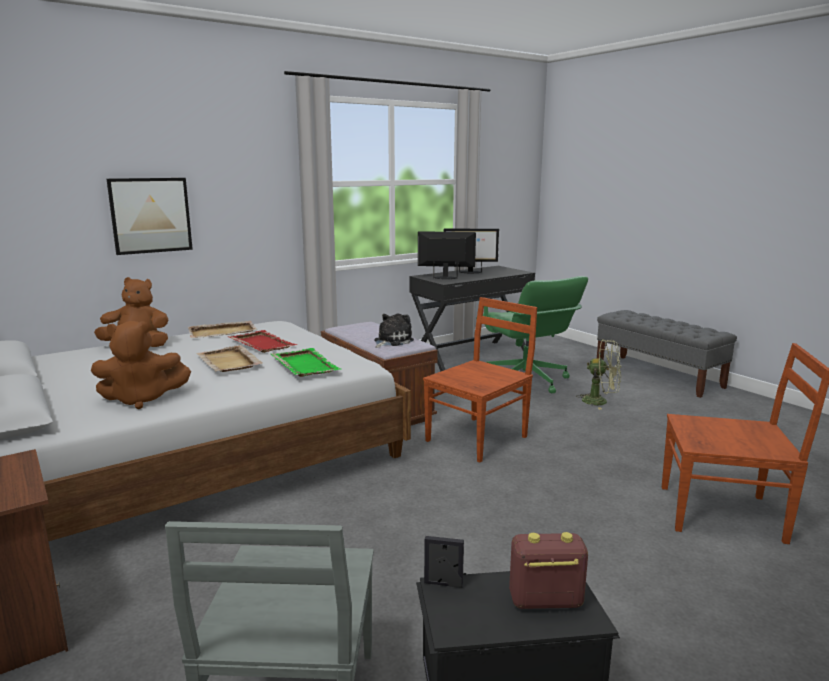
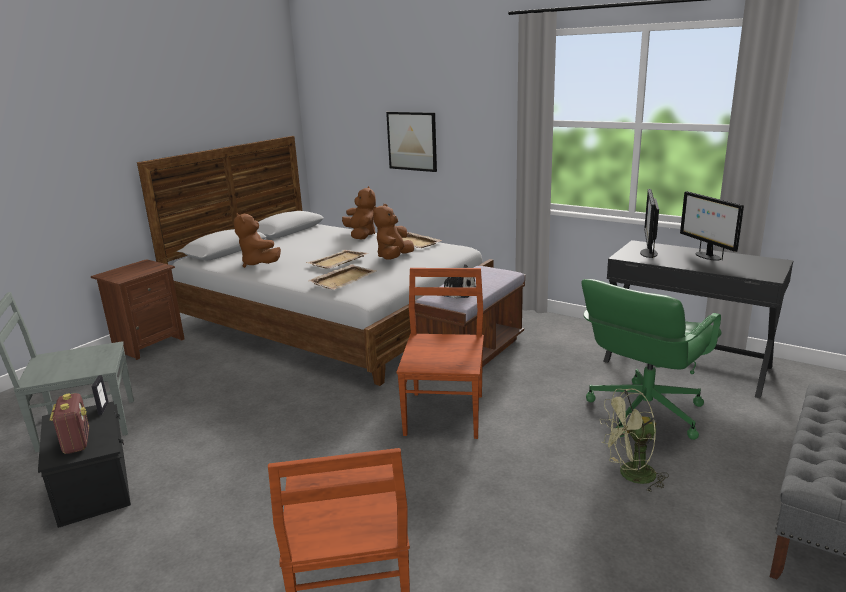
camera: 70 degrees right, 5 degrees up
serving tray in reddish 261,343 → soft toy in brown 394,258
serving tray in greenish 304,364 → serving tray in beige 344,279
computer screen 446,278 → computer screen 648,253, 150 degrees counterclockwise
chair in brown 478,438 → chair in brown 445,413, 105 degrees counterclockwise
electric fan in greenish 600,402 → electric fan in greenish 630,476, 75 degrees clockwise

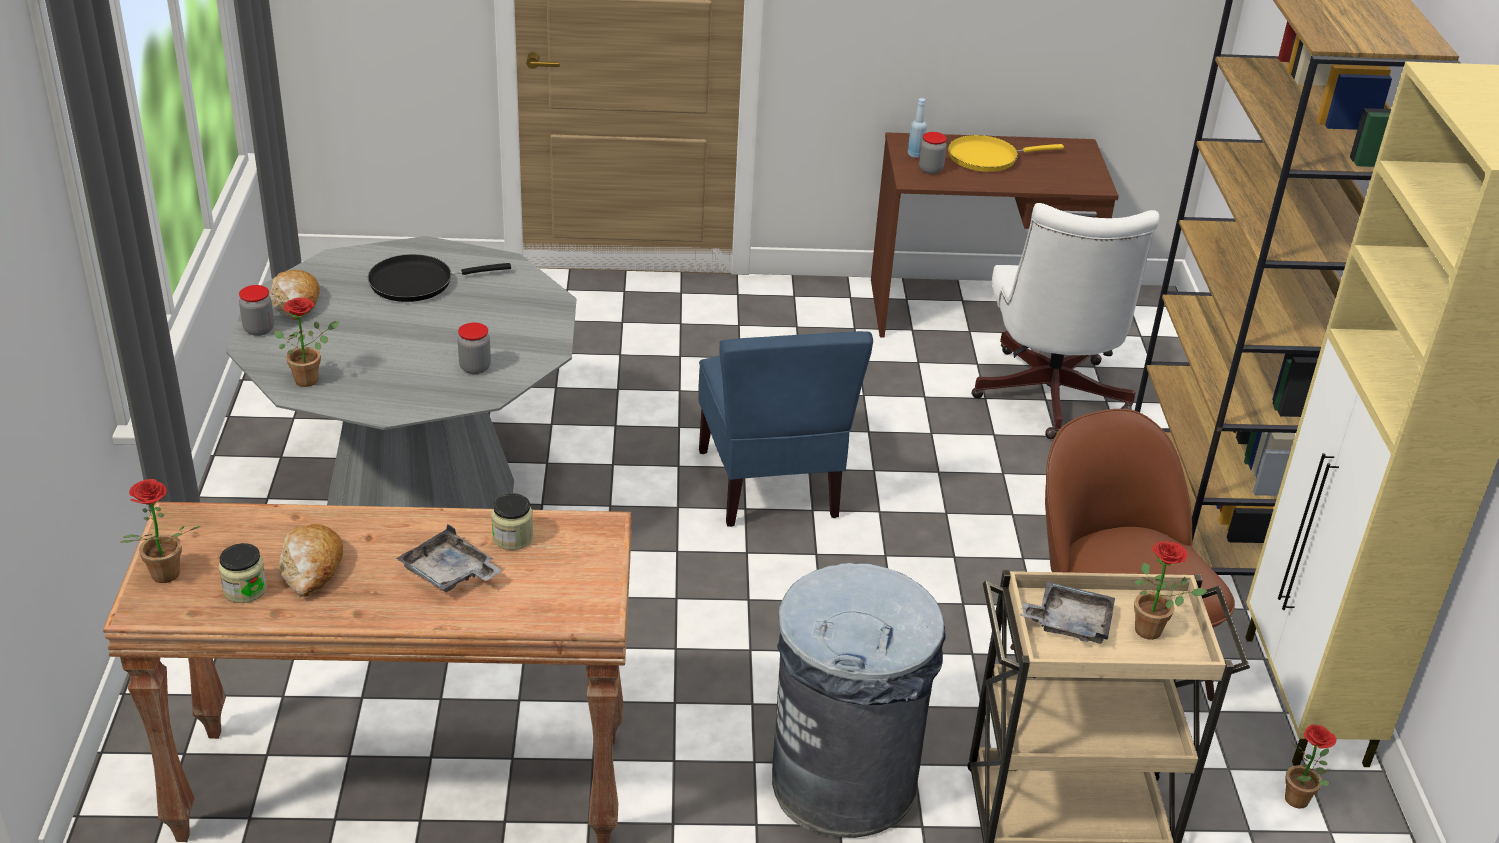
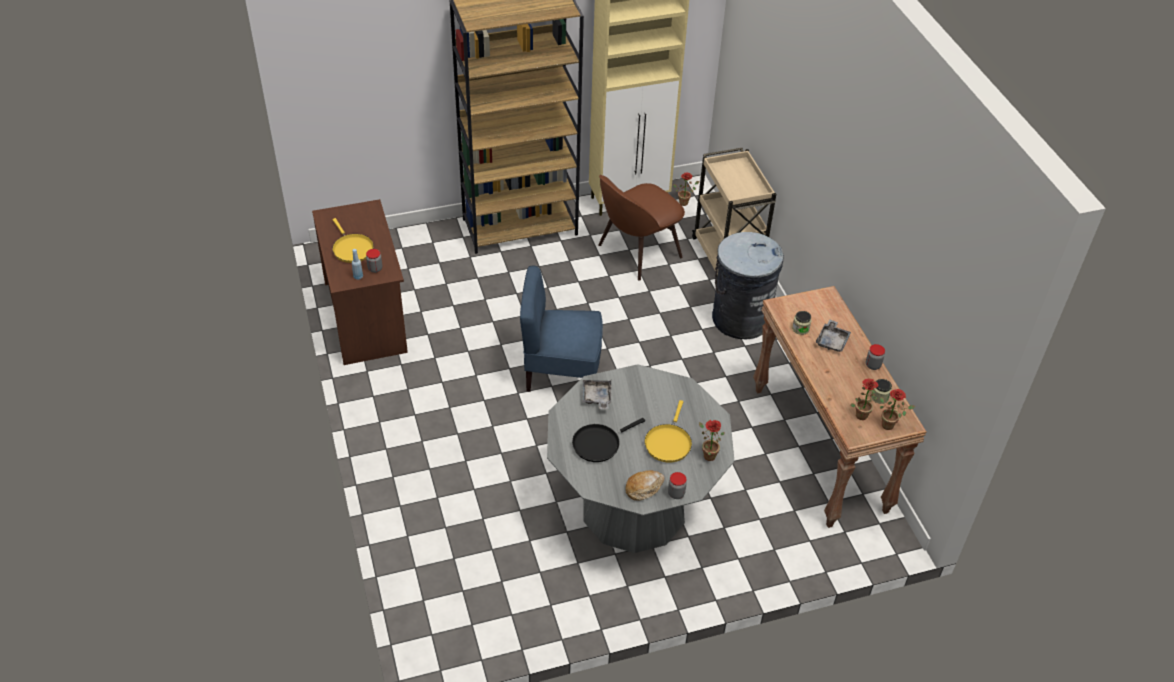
camera: 105 degrees left, 10 degrees up
bread 311,569 → -
computer chair in white 1049,400 → -
- → skillet in yellowish 668,442
preserve jar 475,367 → preserve jar 873,365, move
serving tray in greyish 1069,622 → serving tray in greyish 596,397, move
plant in a pot 1154,631 → plant in a pot 860,413, move
skillet in blackish 417,283 → skillet in blackish 599,443, 90 degrees clockwise
chair in blue 771,484 → chair in blue 561,373, 150 degrees counterclockwise

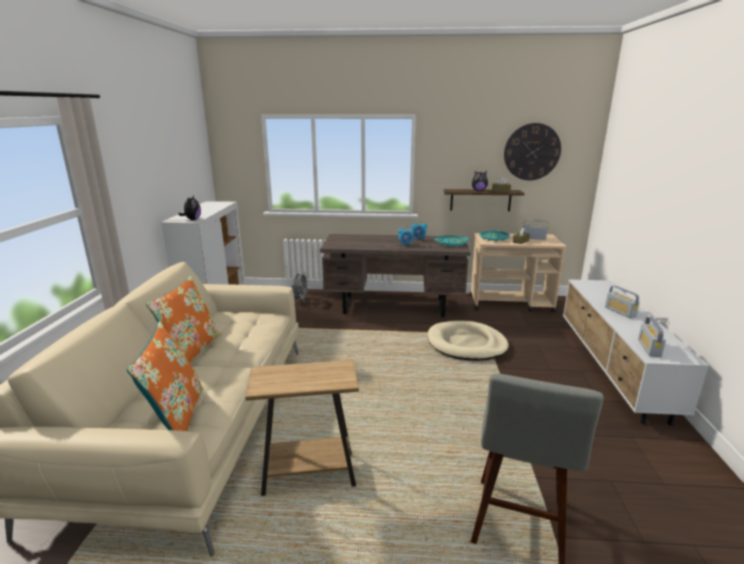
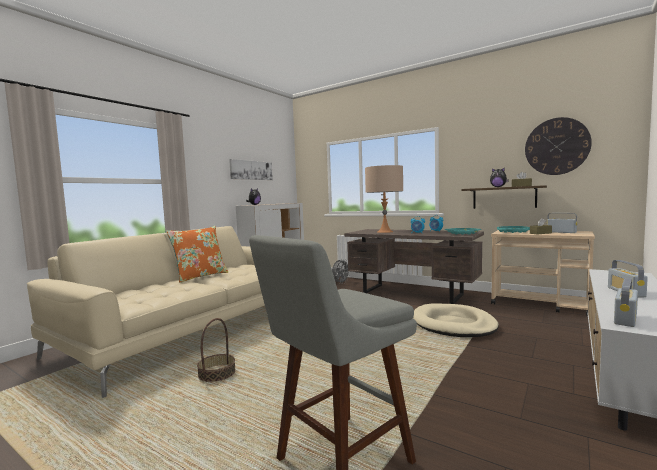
camera: 30 degrees right, 15 degrees down
pillow in orange 176,416 → -
- → wall picture 251,170
- → tabletop lamp in beige 385,232
side table in brown 308,474 → storage basket 217,373

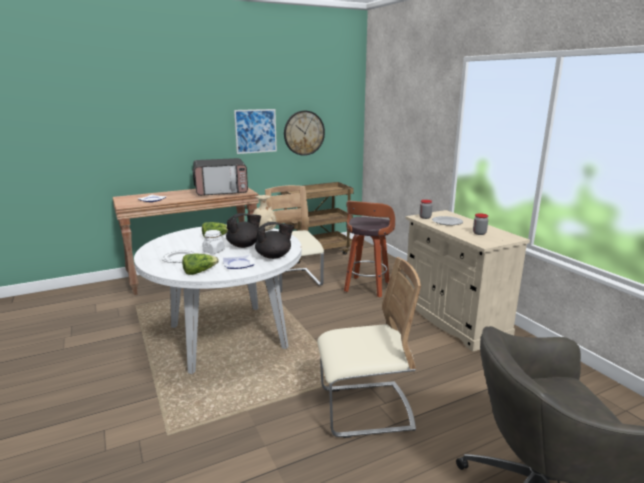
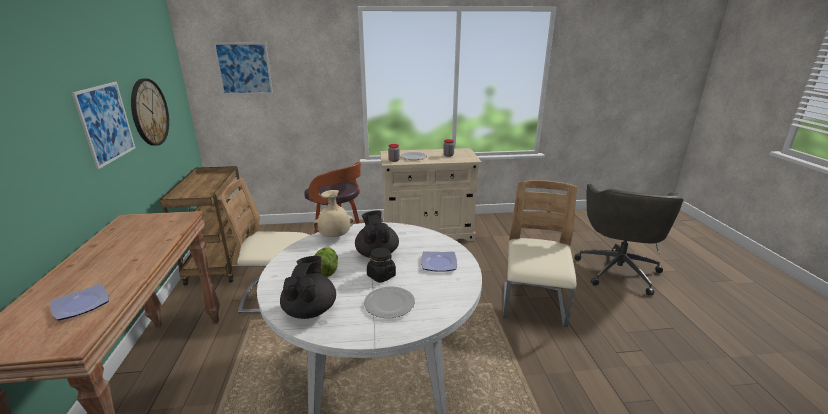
camera: 70 degrees left, 5 degrees up
lettuce 199,272 → -
kitchen microwave 221,191 → -
- → wall picture 244,68
tea pot in blackish 274,256 → tea pot in blackish 310,310, move
preserve jar in white 214,251 → preserve jar in blackish 381,276

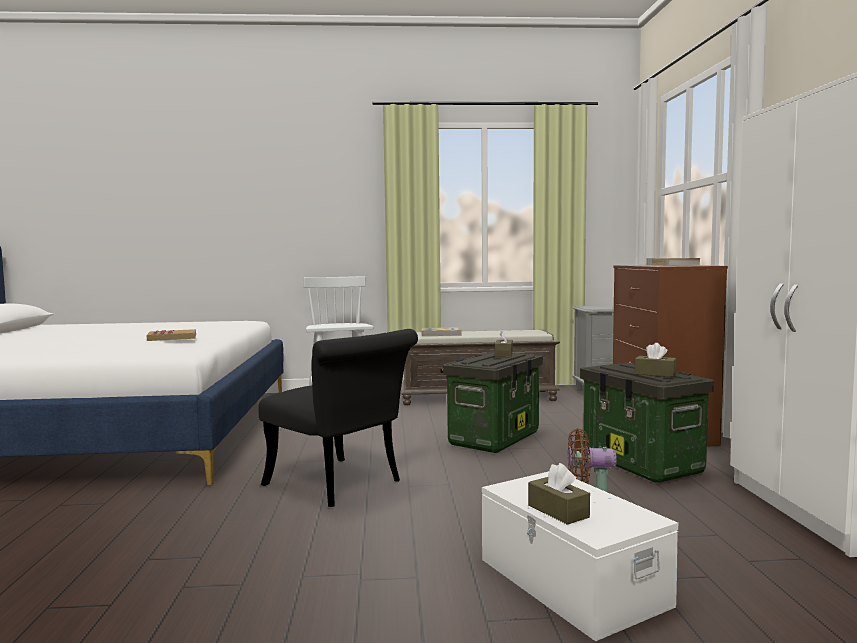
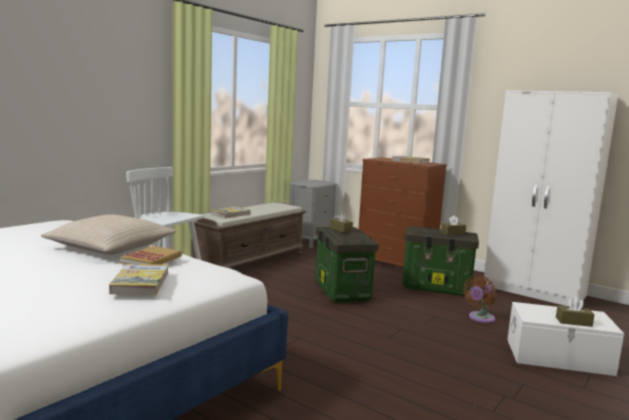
camera: 50 degrees left, 5 degrees up
chair in blackish 341,485 → -
- → pillow in beige 111,247
- → bound book 140,282

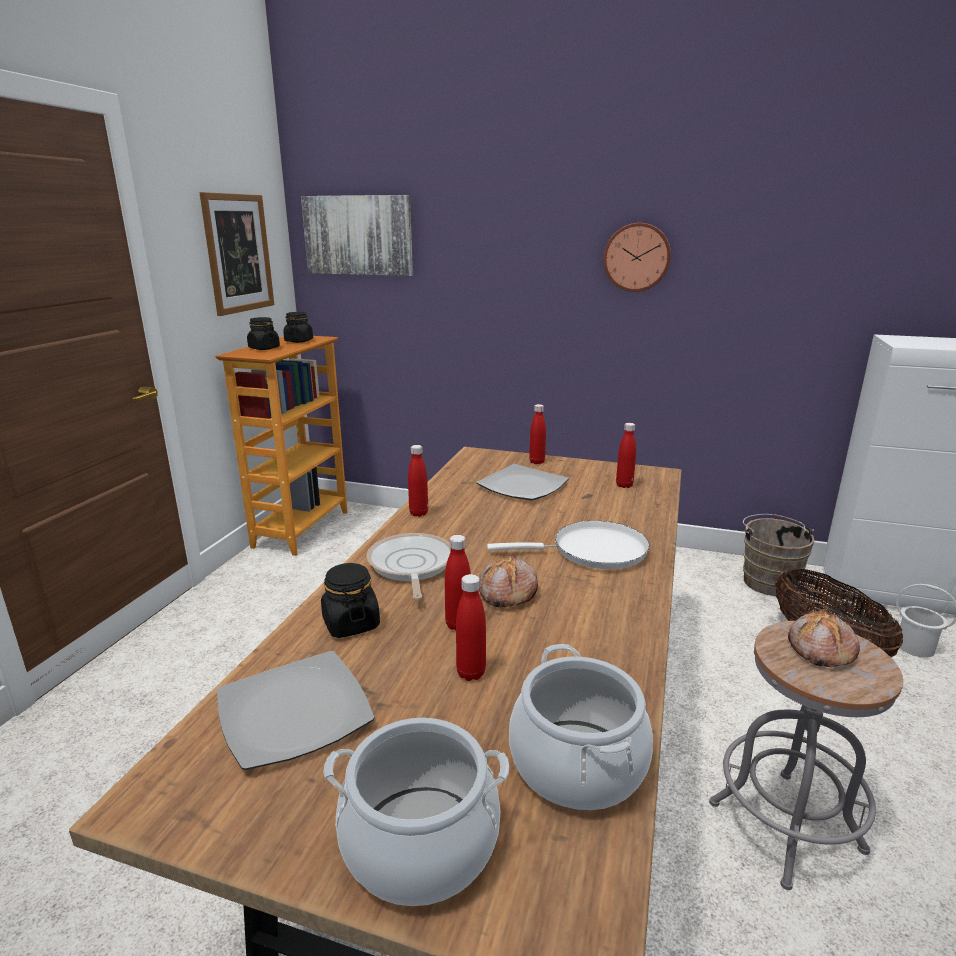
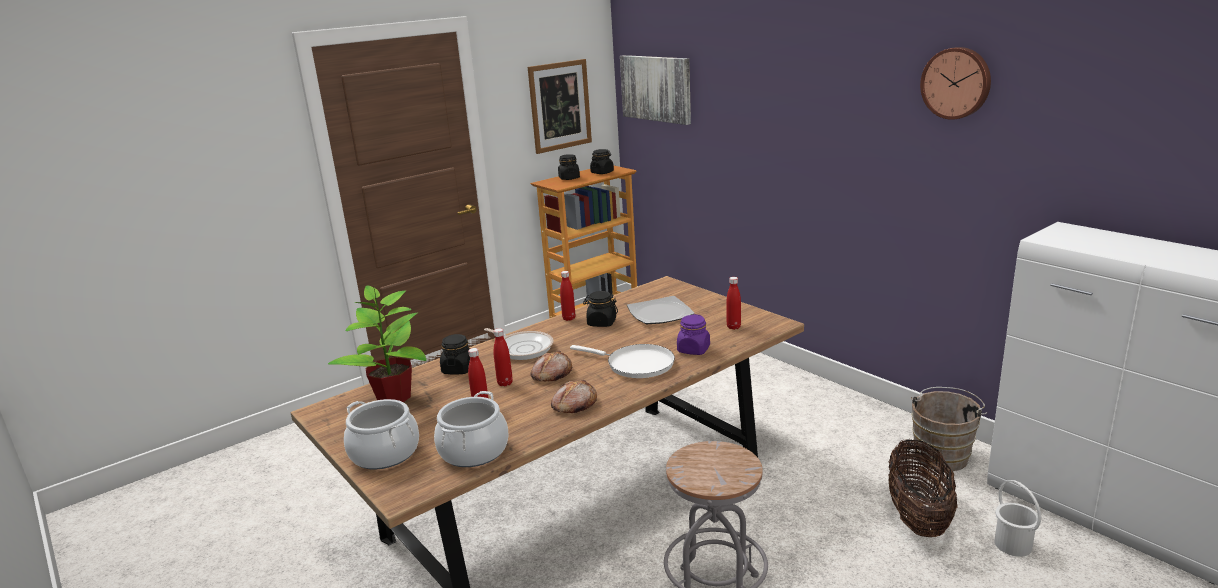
camera: 35 degrees right, 0 degrees up
bottle in reddish 537,462 → -
- → preserve jar in blackish 601,323
- → preserve jar in purplish 693,350
hanging clock 637,257 → hanging clock 956,83, move
bread 819,649 → bread 574,405, move
plate 293,712 → plant in a pot 393,398
skillet 410,566 → skillet 523,348, 105 degrees clockwise

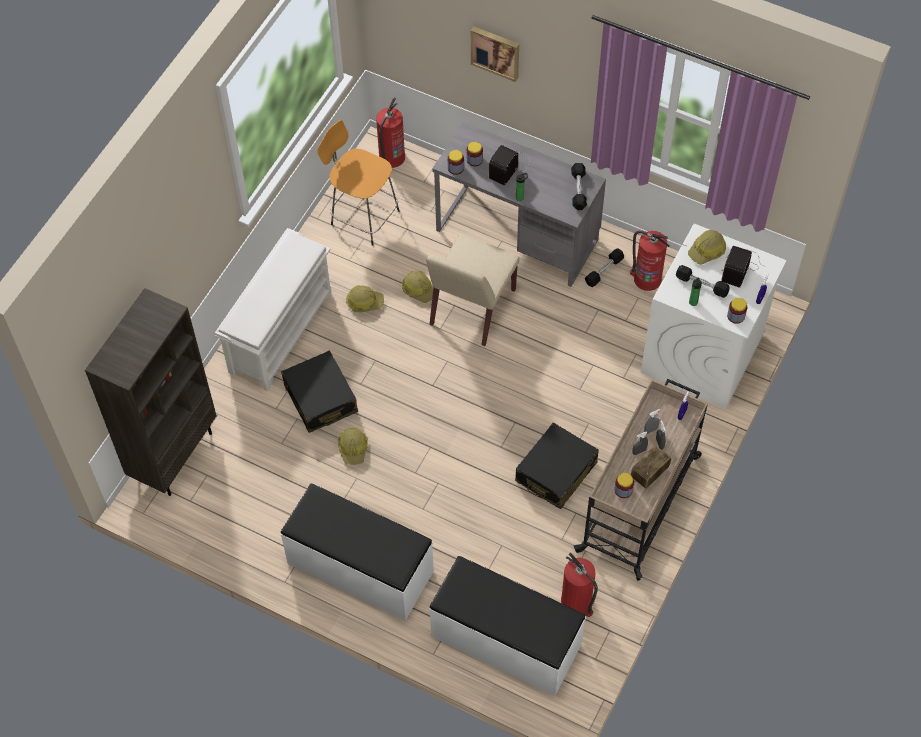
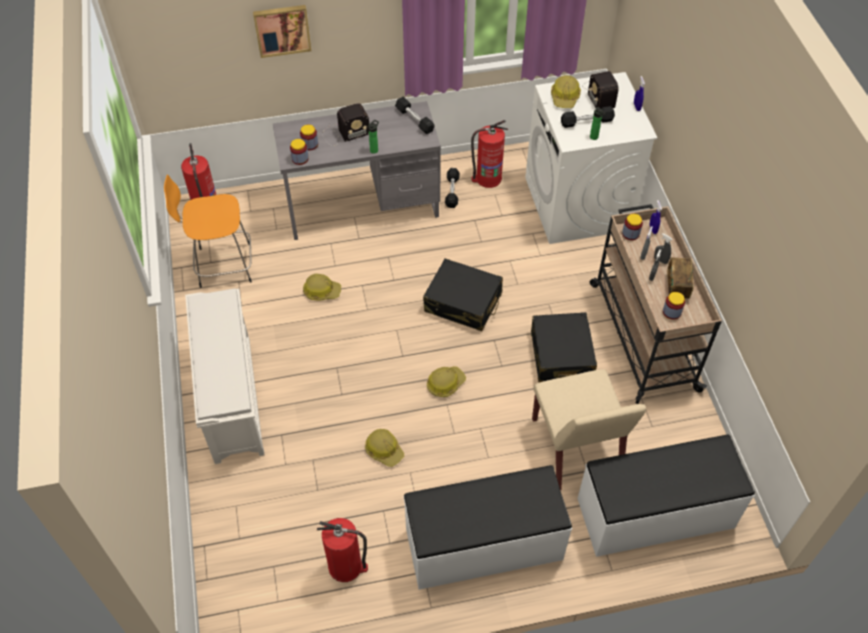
camera: 40 degrees left, 5 degrees down
bookcase in brown 174,455 → -
piece of luggage in blackish 320,399 → piece of luggage in blackish 463,303, move
hard hat 364,302 → hard hat 445,384, move
chair in beige 472,308 → chair in beige 577,448, move
extinguisher 577,602 → extinguisher 346,566, move
preserve jar 736,316 → preserve jar 630,233, move
radio receiver 510,166 → radio receiver 344,133, 105 degrees counterclockwise

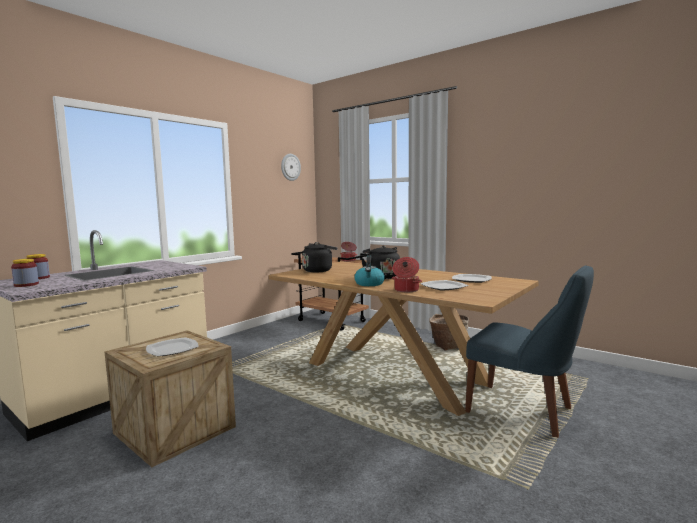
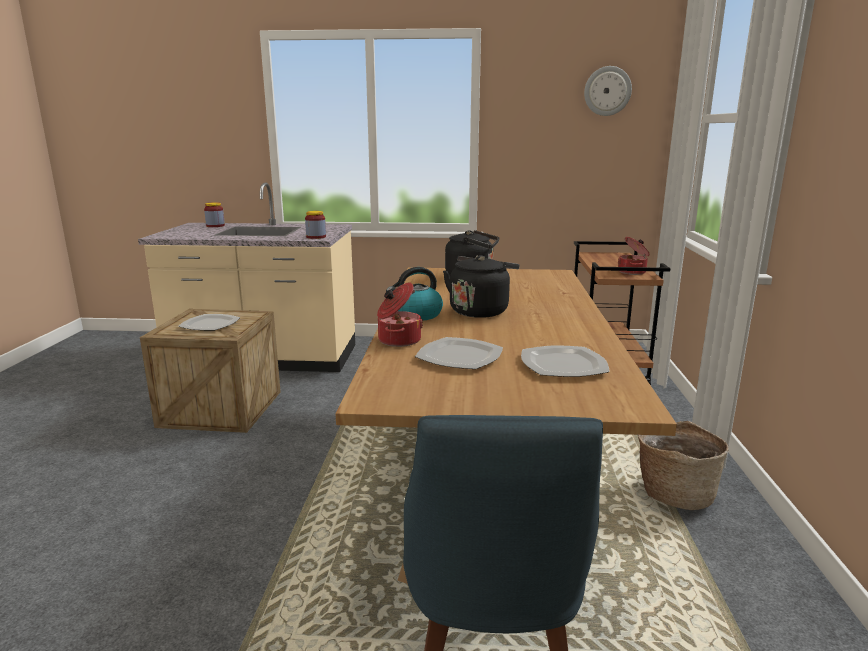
camera: 55 degrees right, 10 degrees up
preserve jar 26,285 → preserve jar 316,237, move

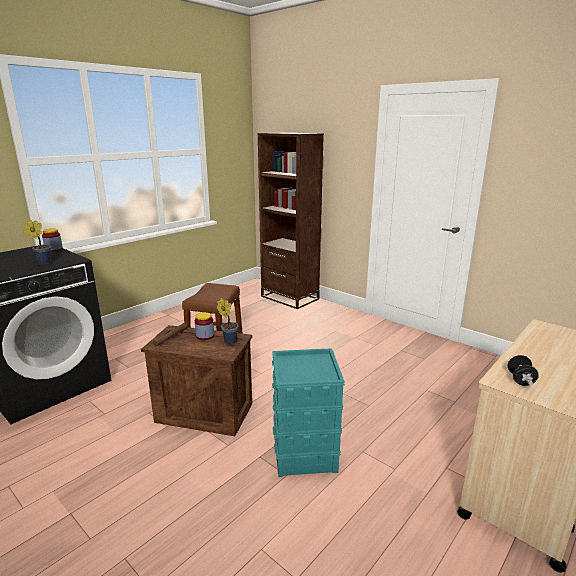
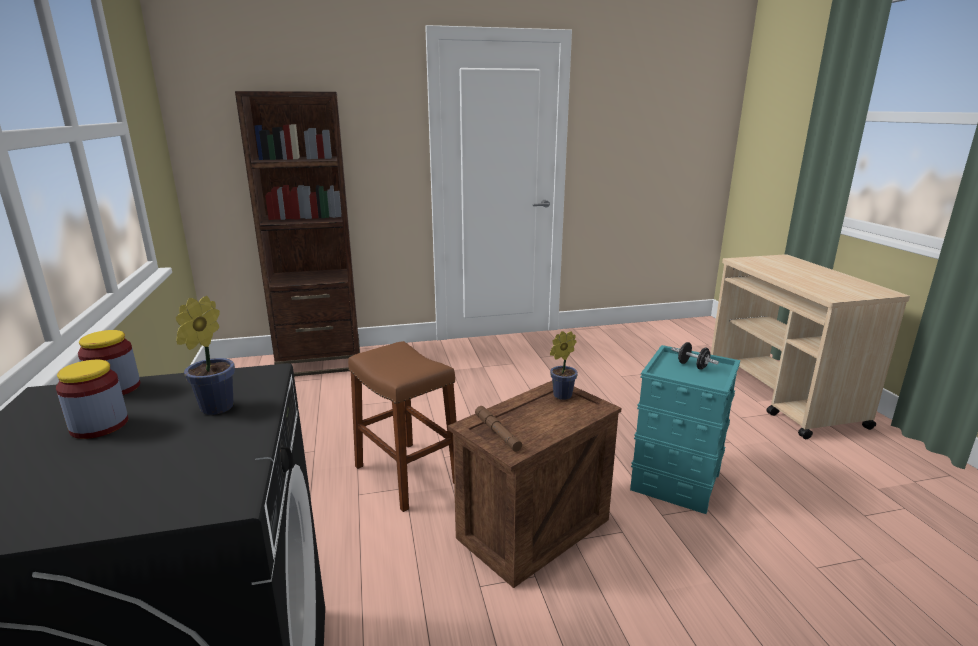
camera: 55 degrees left, 0 degrees up
preserve jar 205,336 → preserve jar 99,425, move
dumbbell in blackish 520,380 → dumbbell in blackish 692,366, move

